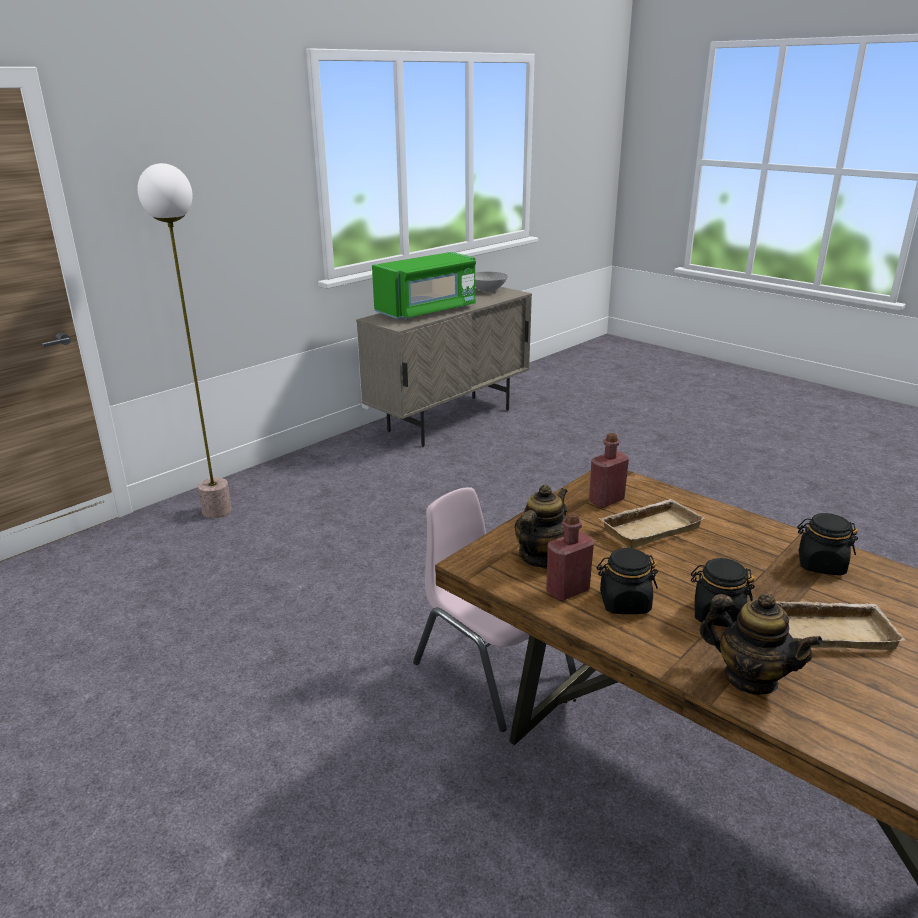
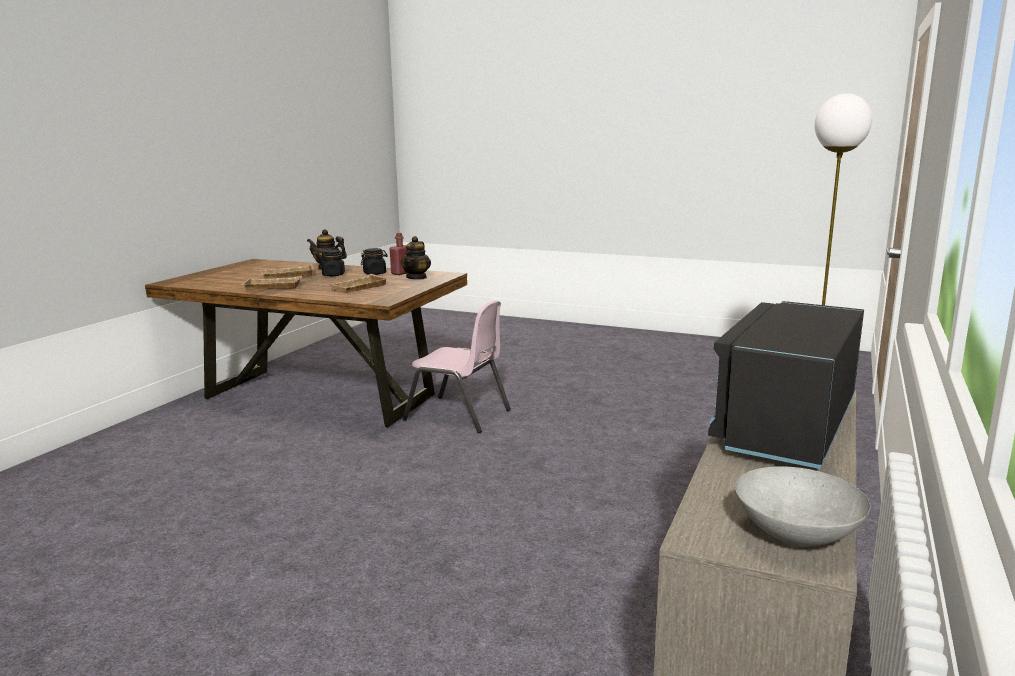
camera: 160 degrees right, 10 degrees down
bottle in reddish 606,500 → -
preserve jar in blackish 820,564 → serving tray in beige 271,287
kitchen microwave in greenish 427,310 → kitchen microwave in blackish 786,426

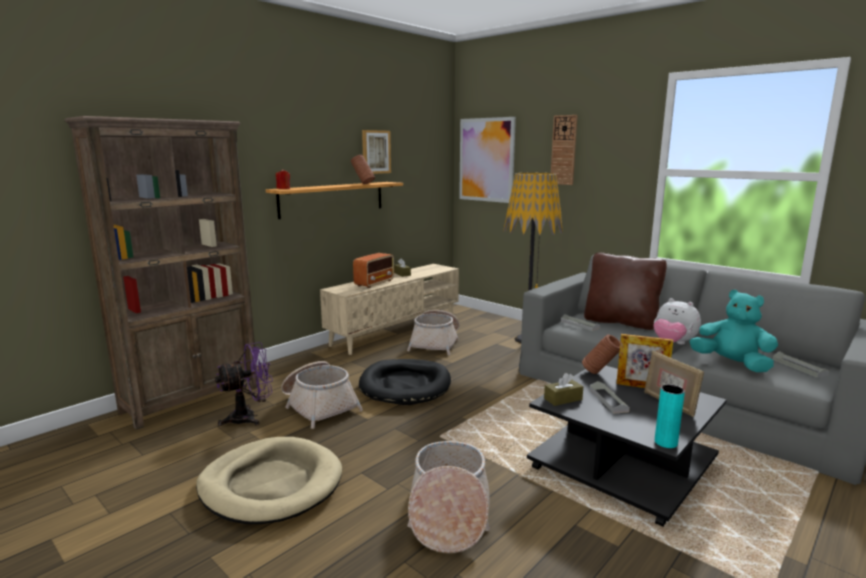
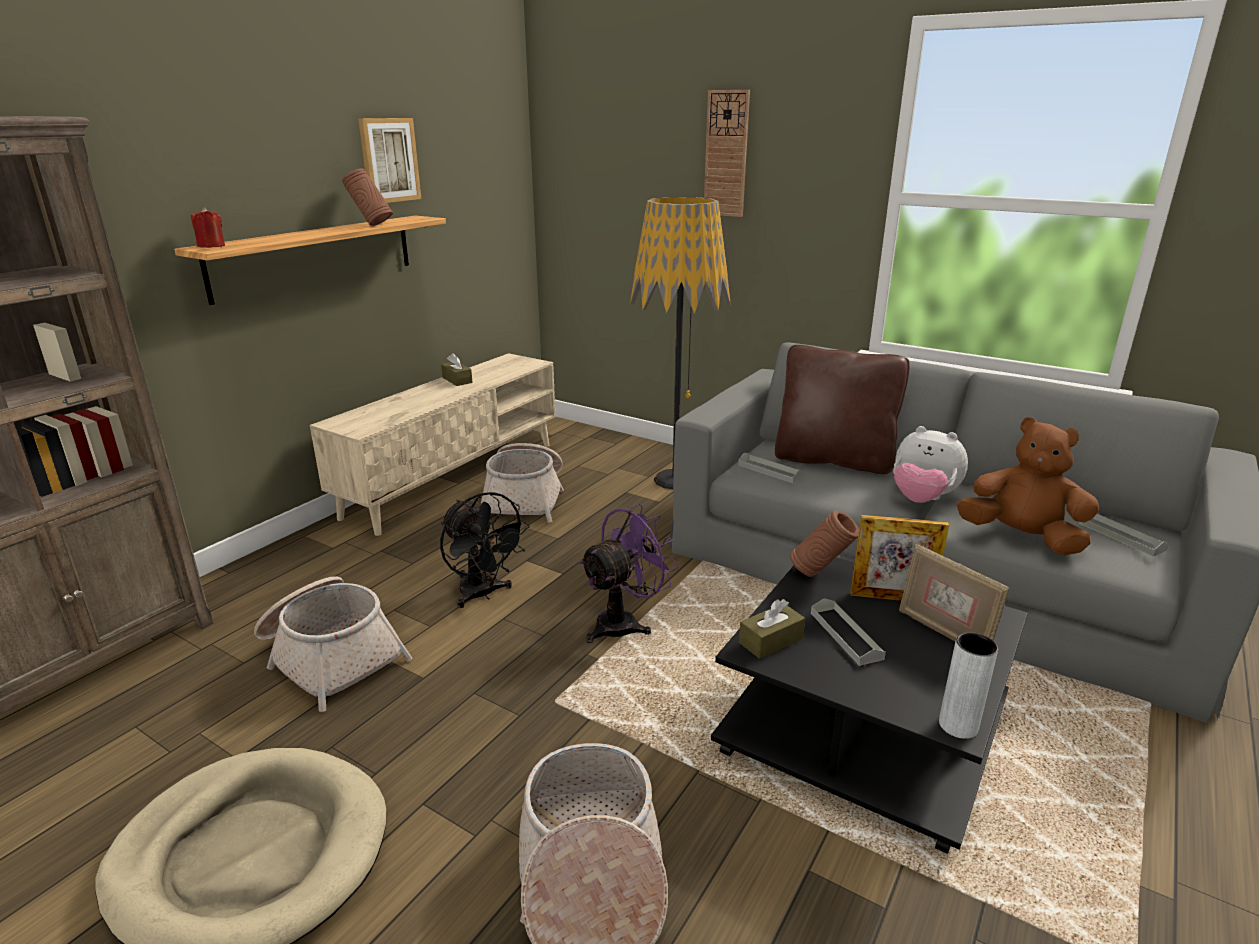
camera: 10 degrees left, 10 degrees up
radio receiver 375,283 → -
wall picture 486,160 → -
electric fan in purplish 249,417 → electric fan in purplish 624,622, move
dog cushion in blackish 405,385 → electric fan in blackish 483,594
vase in turquoise-coloured 666,442 → vase in greyish 958,725
soft toy in turquoise-coloured 732,364 → soft toy in brown 1021,538

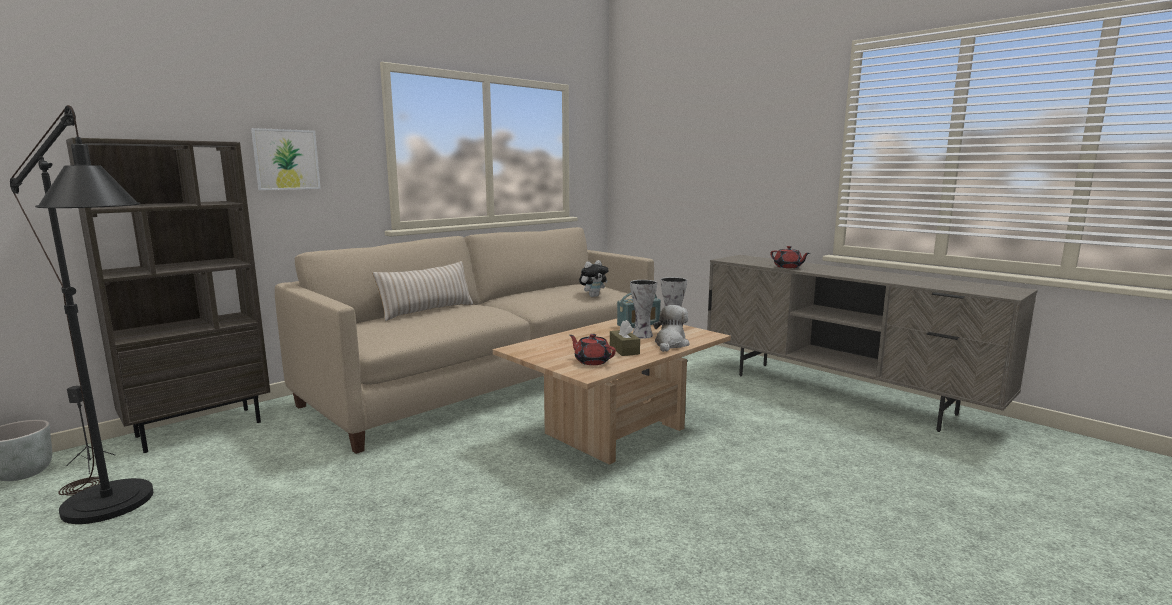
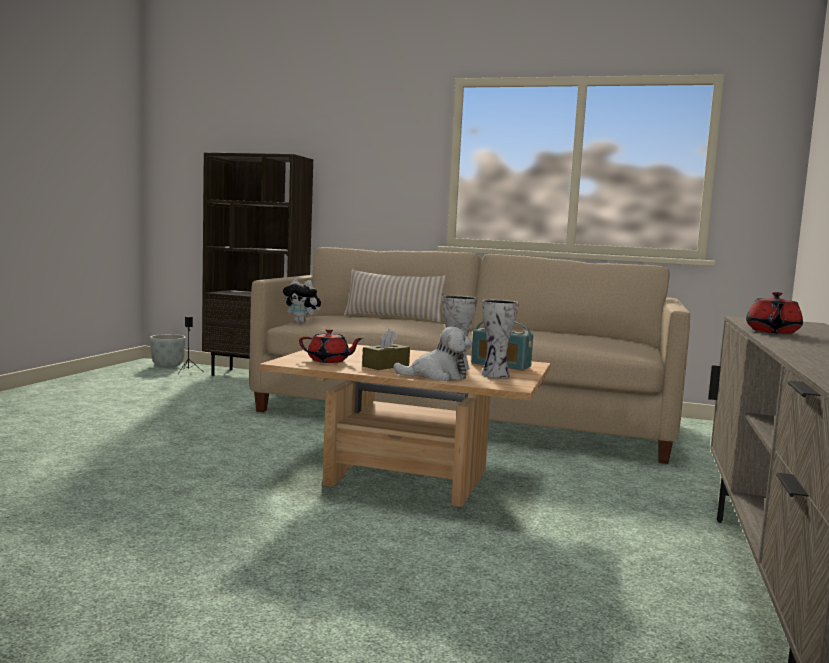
camera: 60 degrees right, 5 degrees down
standard lamp in blackish 118,509 → -
wall picture 286,159 → -
soft toy 593,296 → soft toy 302,322, move
tea pot in reddish 592,361 → tea pot in reddish 329,361, 90 degrees clockwise

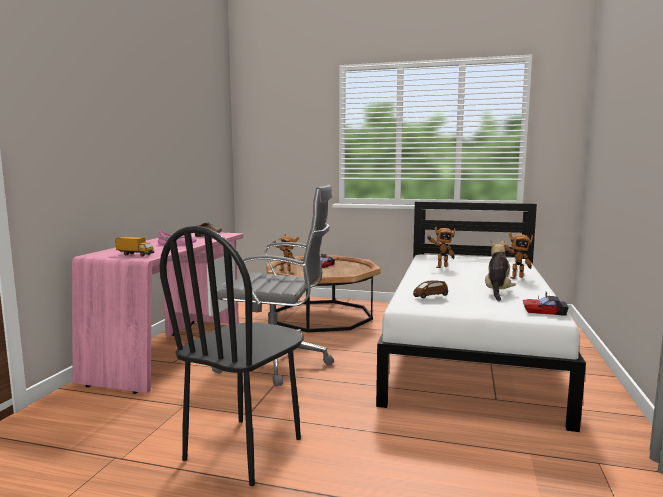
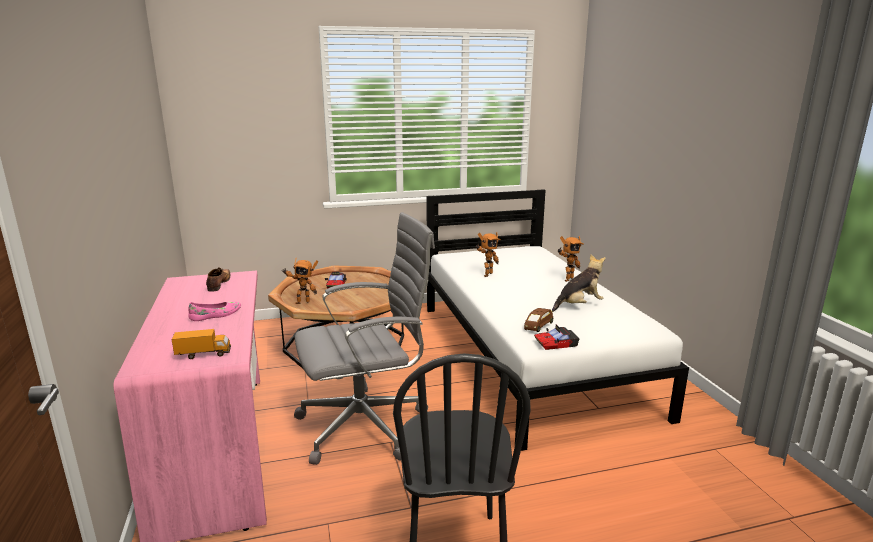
camera: 30 degrees left, 10 degrees up
miniature car 544,311 → miniature car 556,343, move
soft toy 497,292 → soft toy 578,305, 75 degrees clockwise

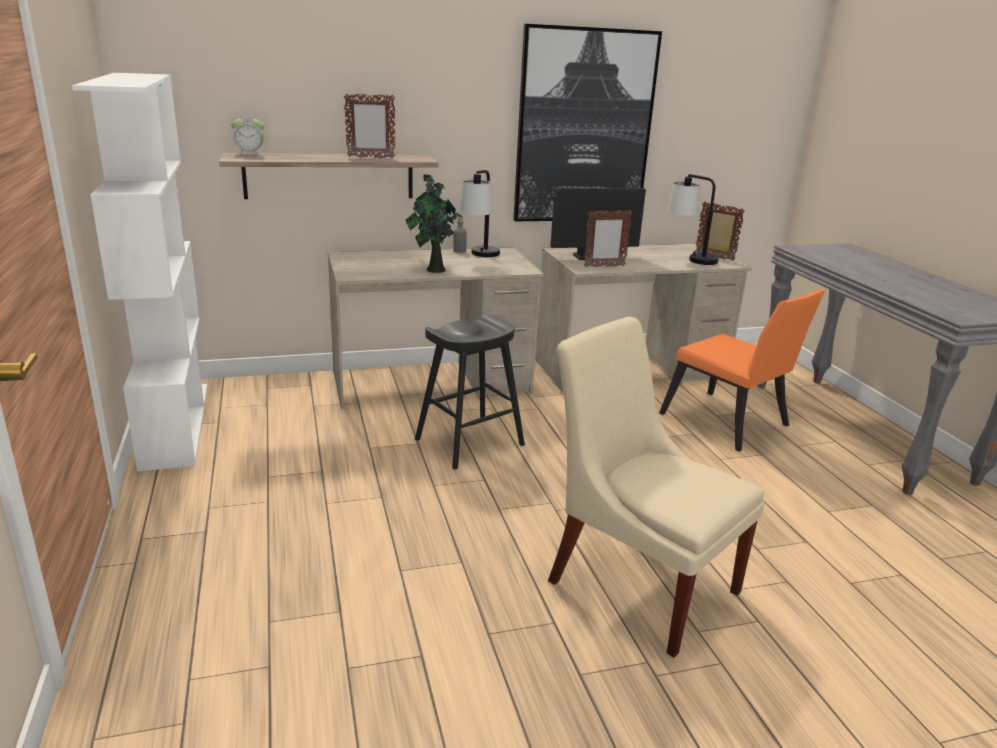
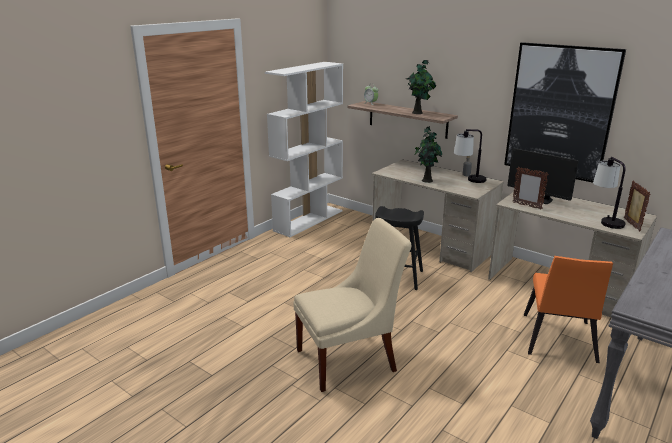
camera: 55 degrees right, 0 degrees up
picture frame 370,157 → plant in a pot 418,113
chair in beige 637,581 → chair in beige 350,359, 60 degrees clockwise

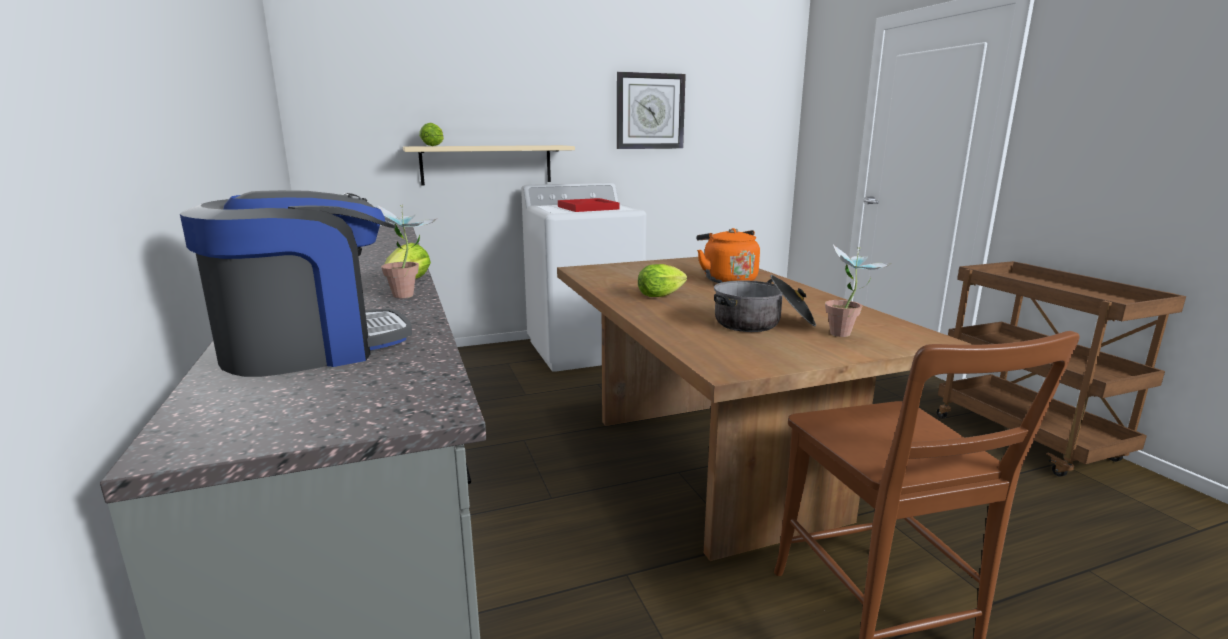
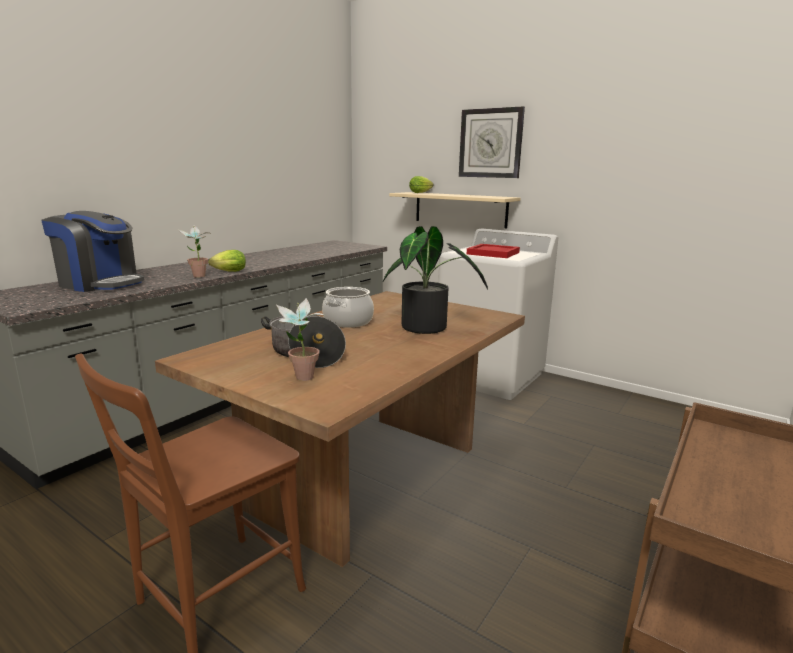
camera: 55 degrees right, 0 degrees up
hanging clock 650,111 → hanging clock 490,143, move
lettuce 662,295 → saucepot 348,322
water kettle in orange 727,280 → plant in a pot 428,329

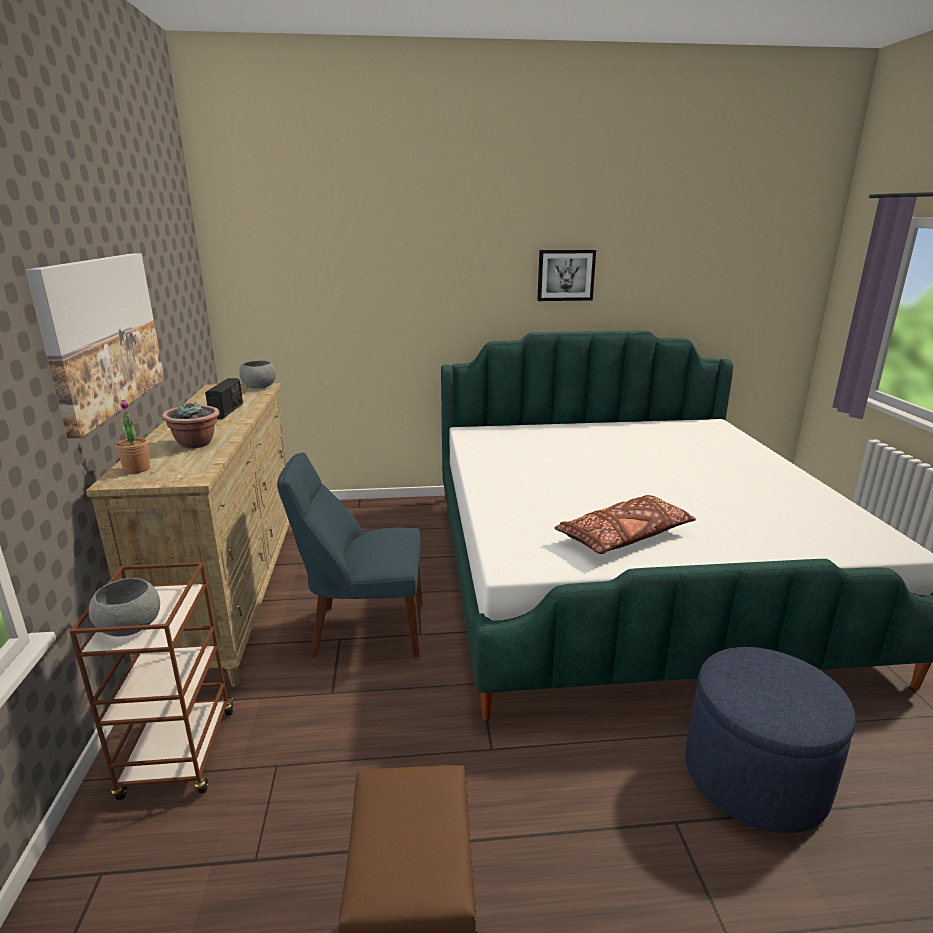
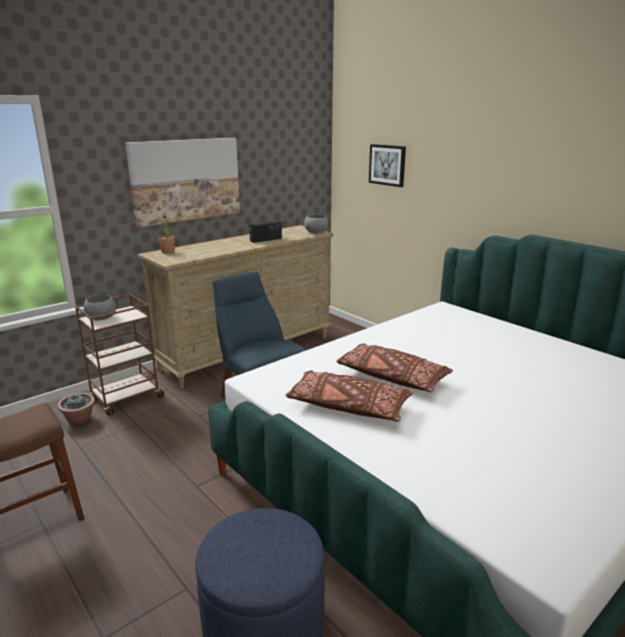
camera: 55 degrees right, 0 degrees up
- → pillow in brown 391,377
plant in a pot 196,443 → plant in a pot 79,420, move
wall picture 565,275 → wall picture 387,165, move

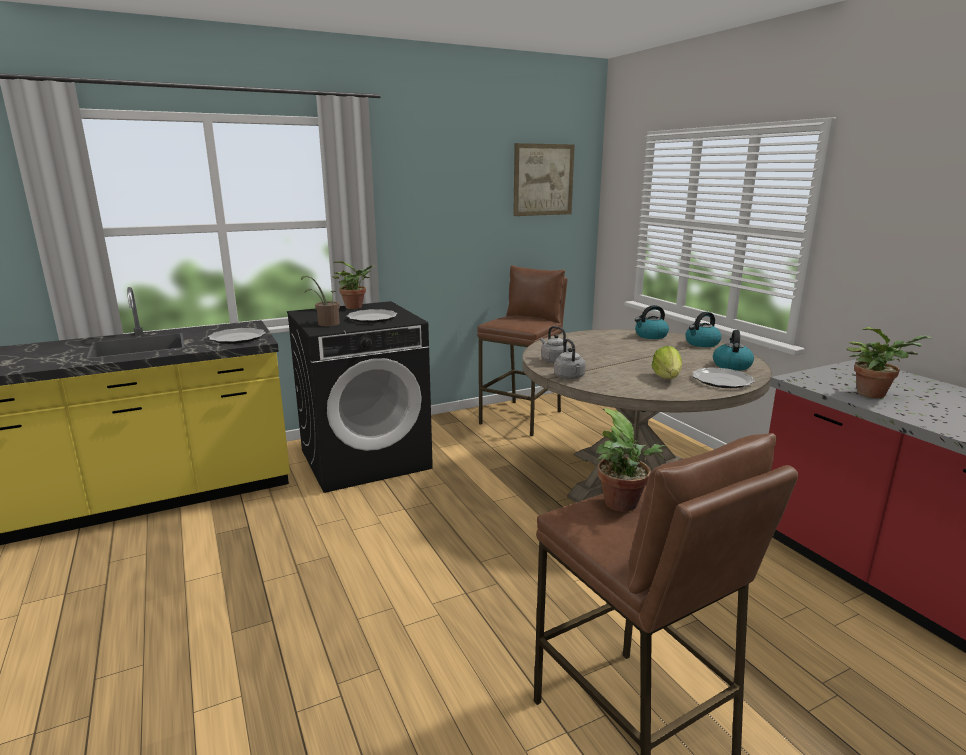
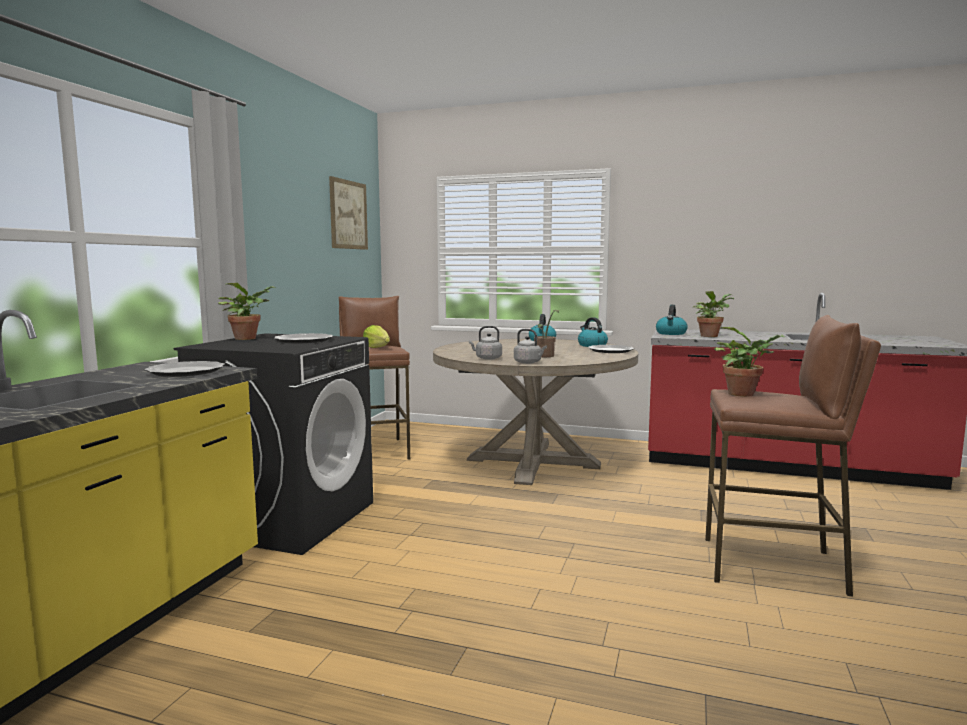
camera: 45 degrees left, 10 degrees down
plant in a pot 326,324 → plant in a pot 545,356, move
water kettle 650,336 → water kettle 671,333, move
lettuce 667,377 → lettuce 377,347, move

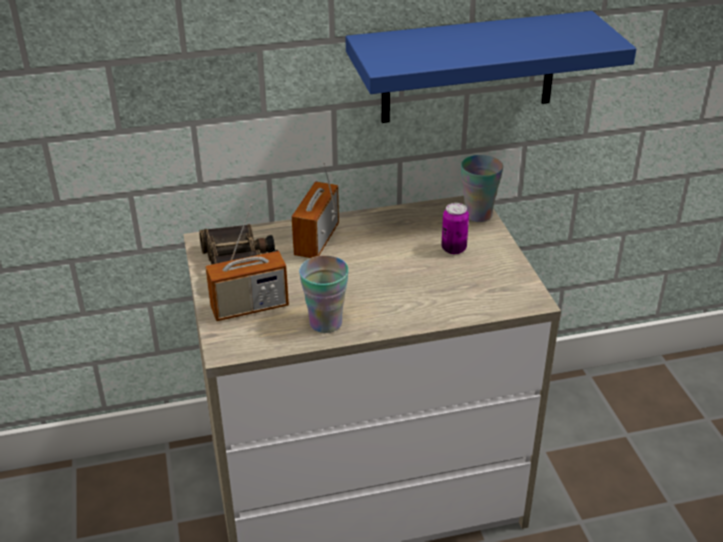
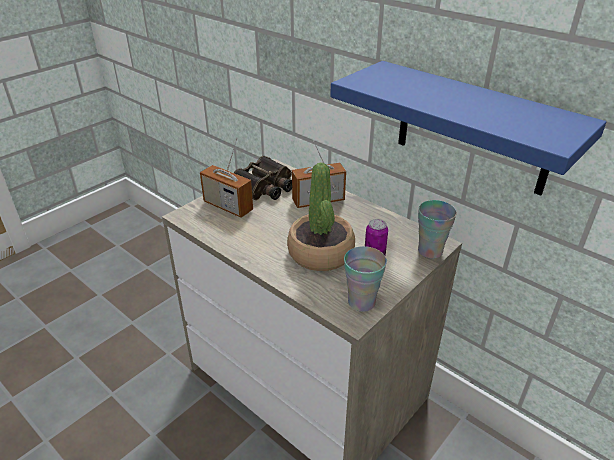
camera: 55 degrees right, 0 degrees up
- → plant in a pot 321,253
drinking cup 325,323 → drinking cup 361,302, move

